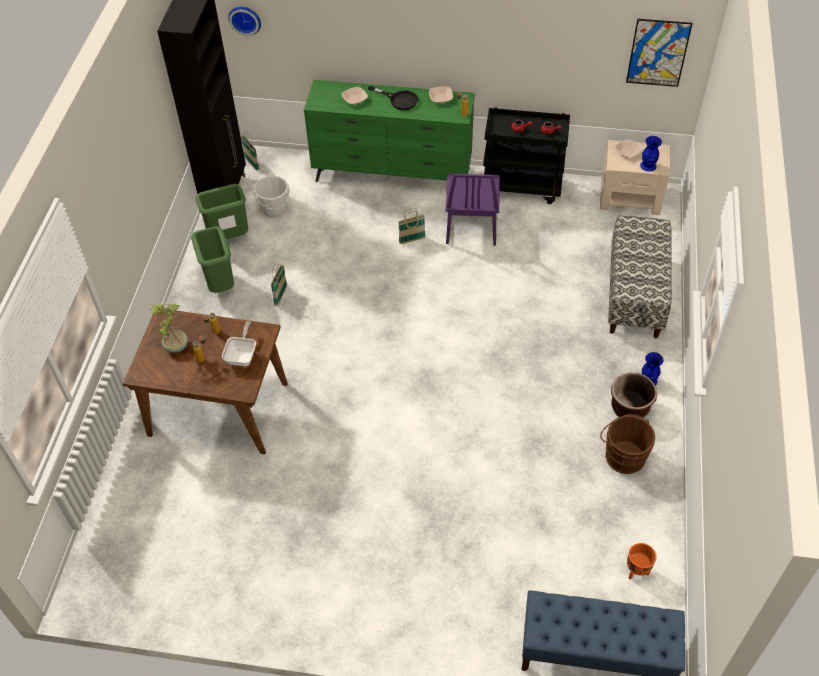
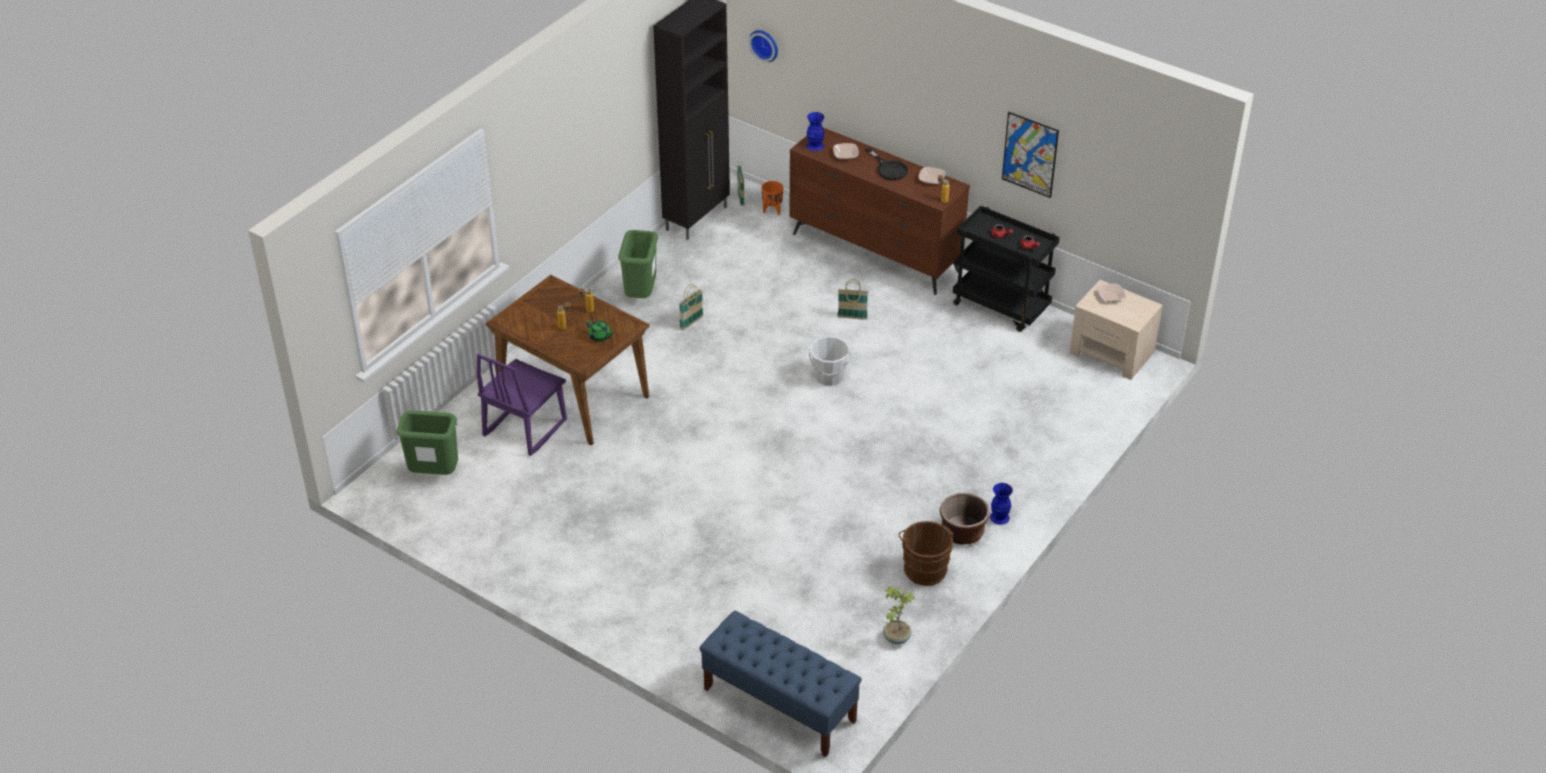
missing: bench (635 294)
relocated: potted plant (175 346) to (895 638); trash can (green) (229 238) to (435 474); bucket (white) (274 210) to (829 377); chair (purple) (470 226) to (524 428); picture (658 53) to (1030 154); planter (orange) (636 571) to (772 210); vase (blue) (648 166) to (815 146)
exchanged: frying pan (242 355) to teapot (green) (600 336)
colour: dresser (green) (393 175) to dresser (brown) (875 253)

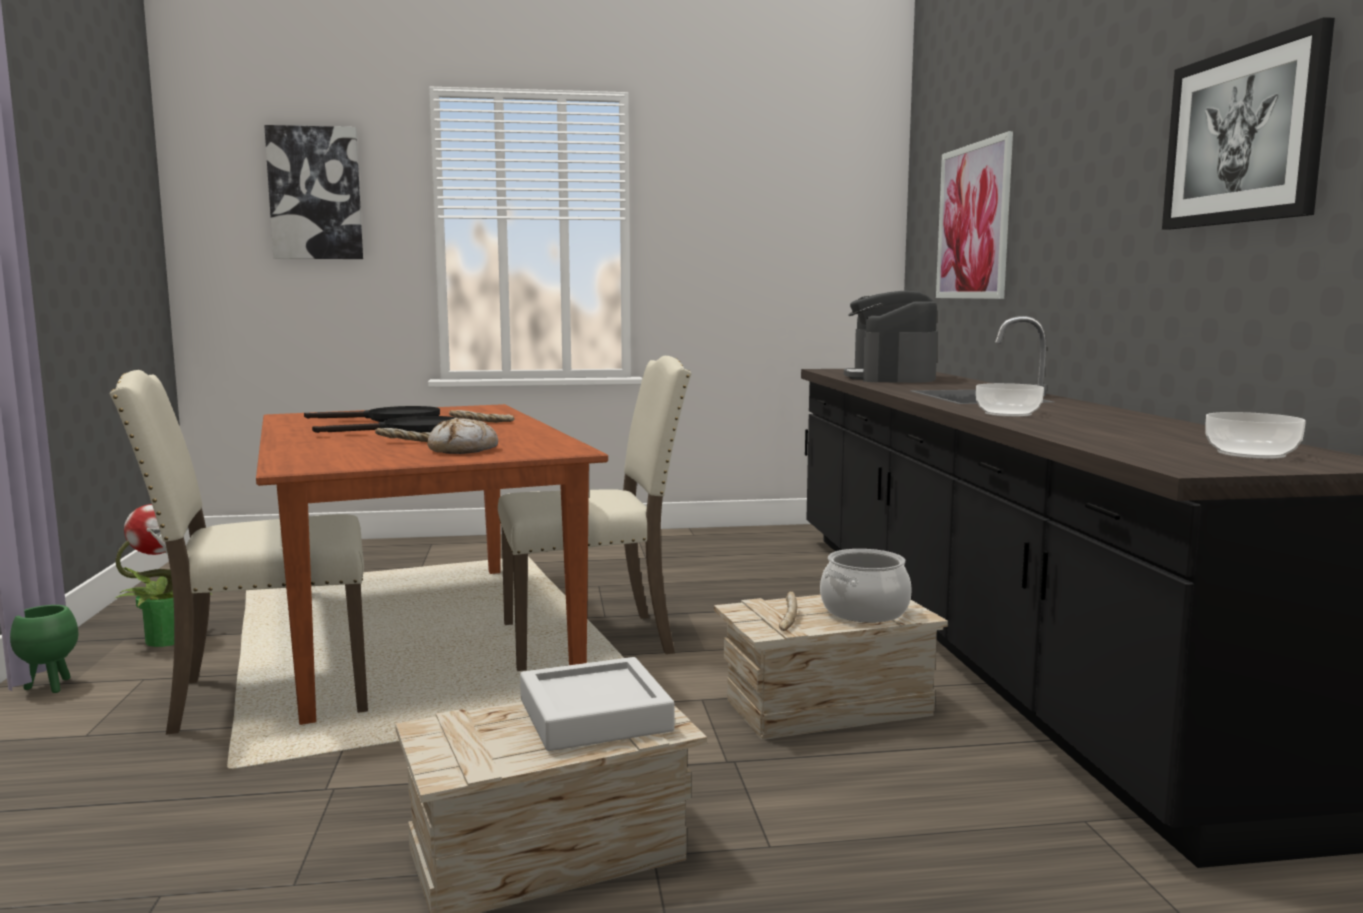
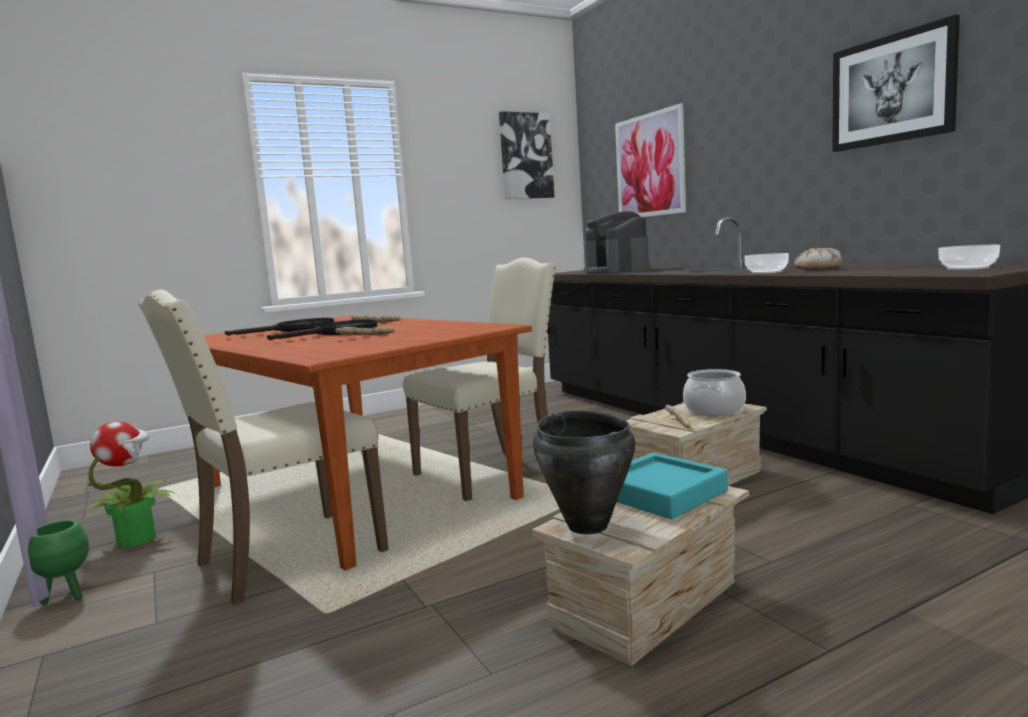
appeared: cooking pot (black) (588 525)
relocated: picture (315 193) to (526 156); bread (463 450) to (818 268)
colour: tray (grey) (594 715) to tray (turquoise) (662 494)

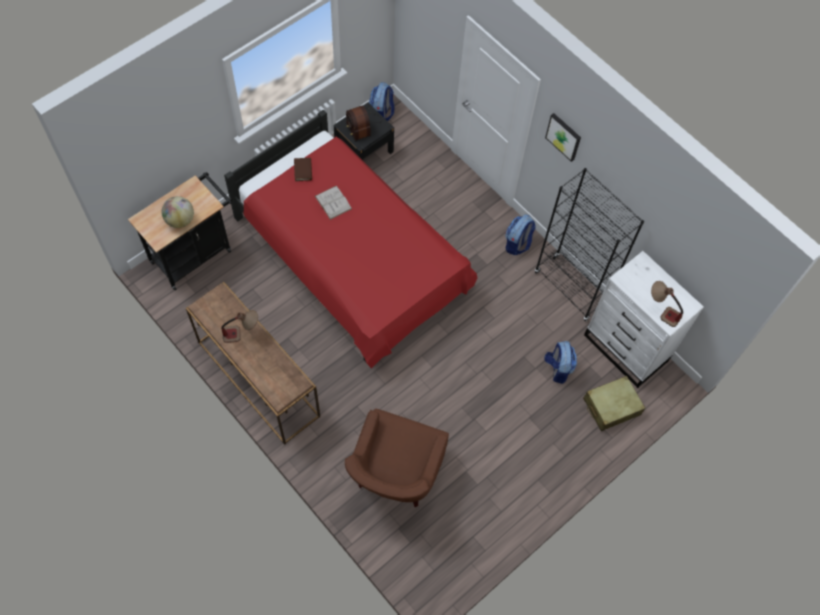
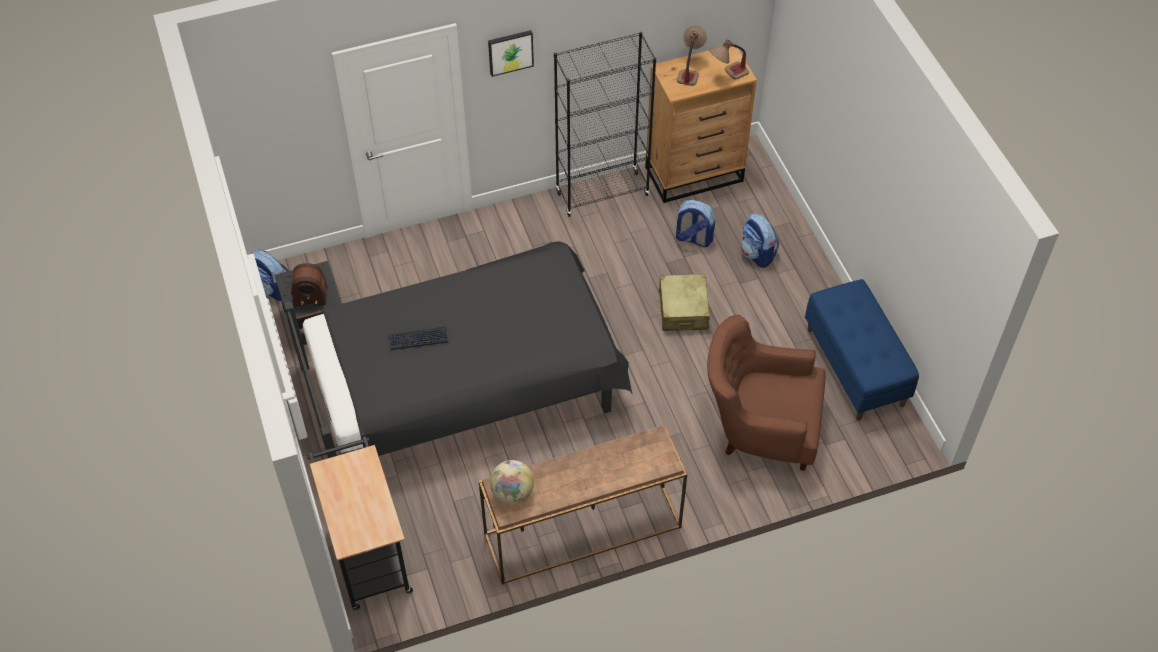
missing: book (brown) (303 170)
appeared: bench (blue) (855 367)
relocated: globe (180 220) to (512 493); table lamp (242 333) to (690 70); backpack (517 244) to (757 254); suitcase (beige) (611 407) to (683 310)
exchanged: book (white) (333 202) to keyboard (418 339)
colour: bed (red) (351 260) to bed (black) (465 384); dresser (white) (626 349) to dresser (brown) (695 174)
spun: armchair (brown) (395 474) = (760 427) 150 degrees clockwise

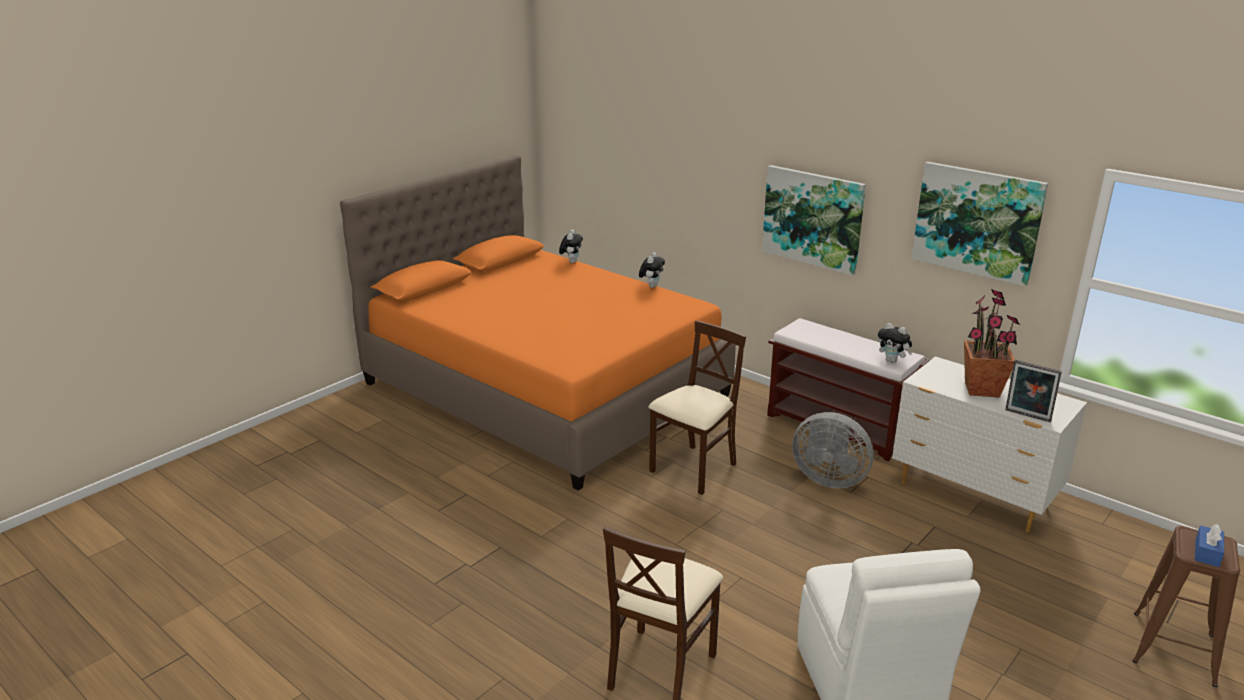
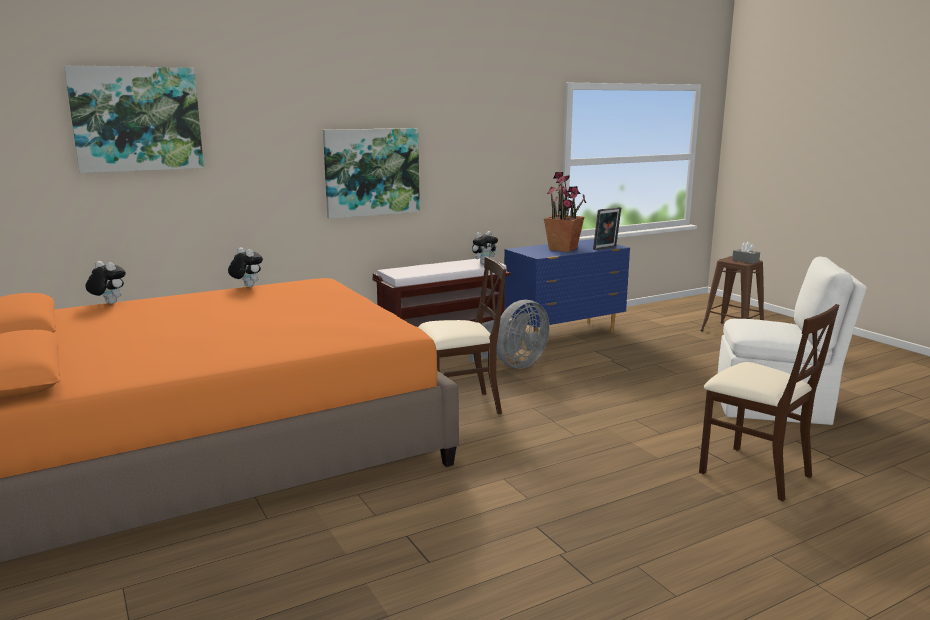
relocated: picture (977 222) to (137 119)
colour: dresser (white) (974 496) to dresser (blue) (565 334); tissue box (blue) (1207 553) to tissue box (grey) (745 261)
spun: chair (beige) (694 469) = (459 406) 105 degrees clockwise

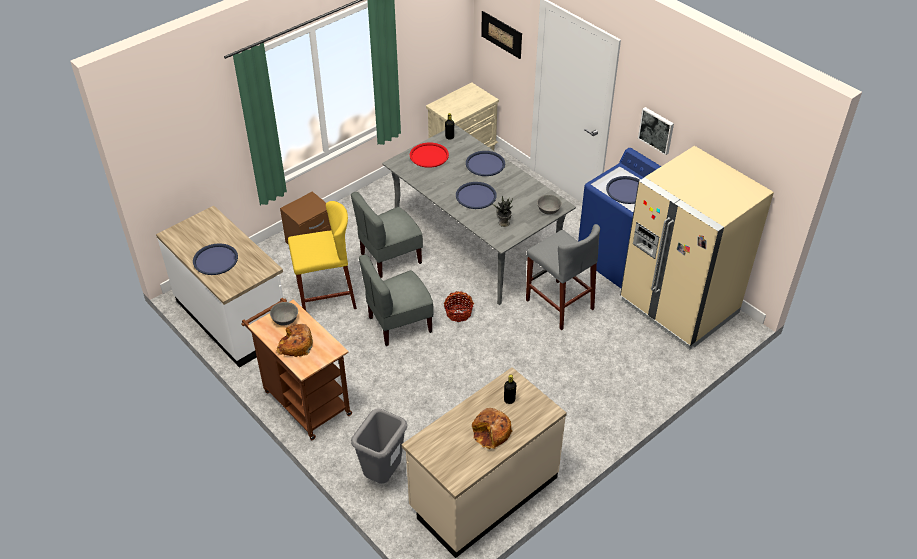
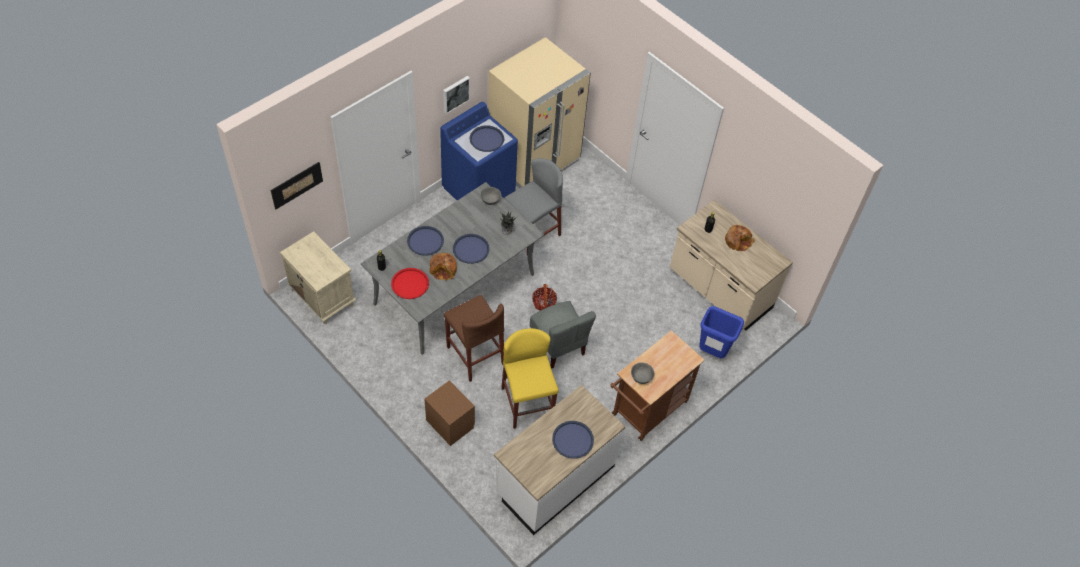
relocated: bread (295 345) to (443 269)
exchanged: chair (grey) (390 258) to stool (brown) (475 355)
colour: trash can (grey) (383 474) to trash can (blue) (712 352)

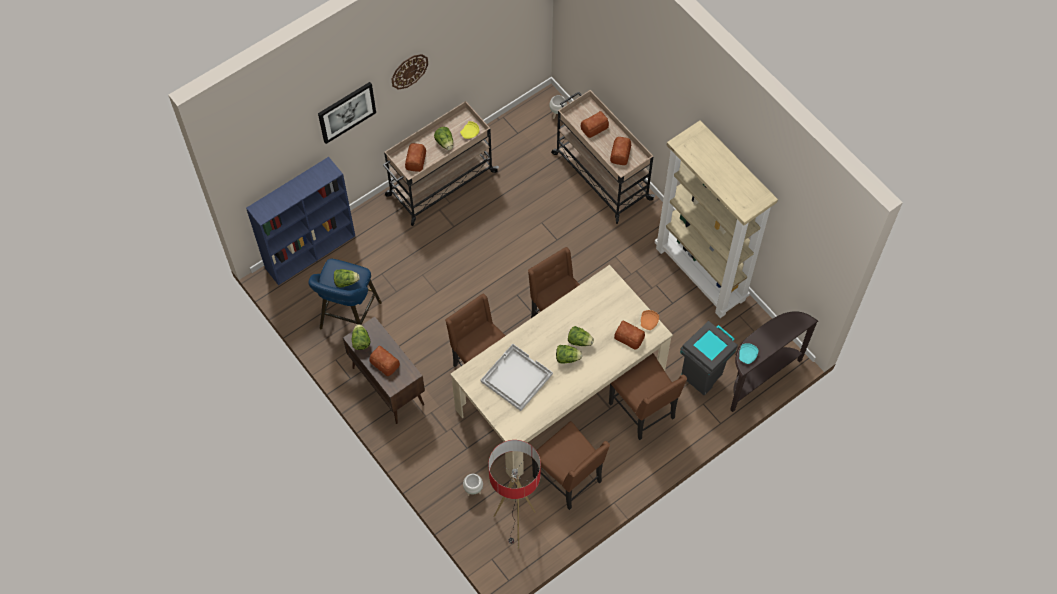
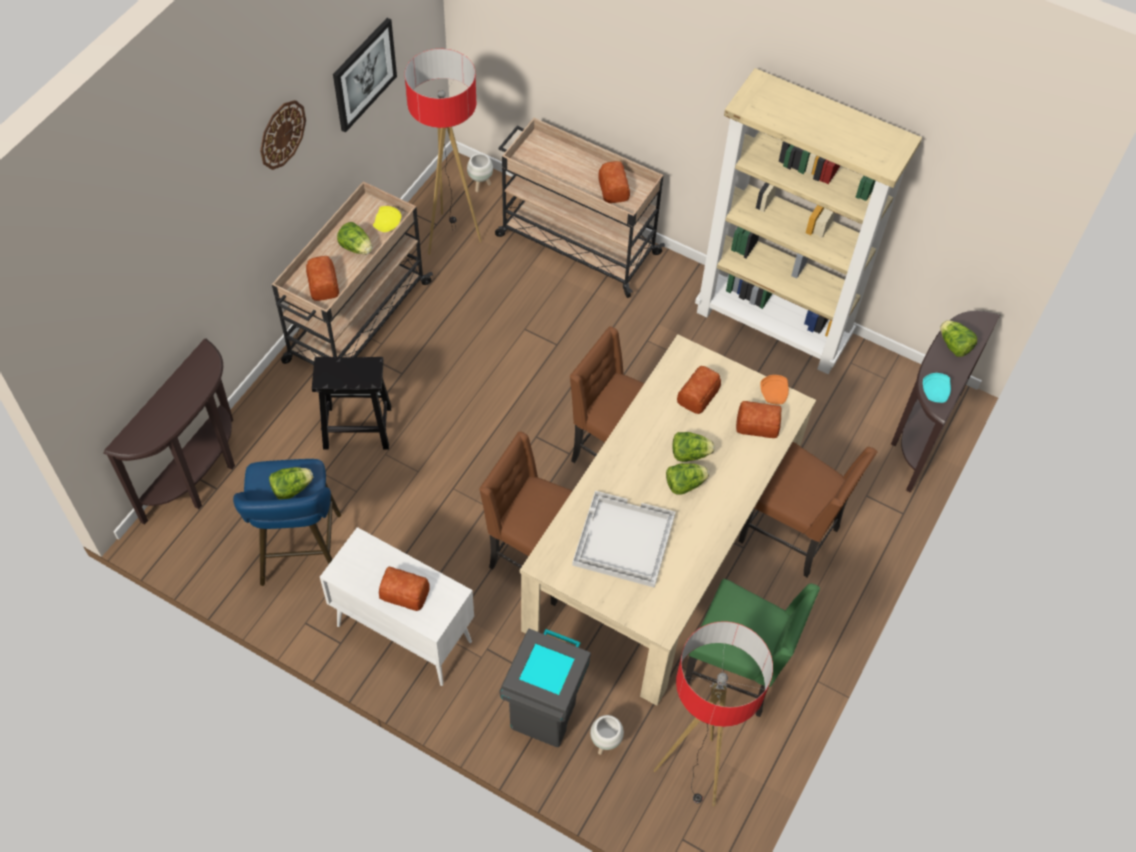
appeared: stool (black) (356 428); floor lamp (450 236)
relocated: picture (346 112) to (364 74); lettuce (360 341) to (954 345); bread (595 127) to (699 394); trash can (grey) (703 375) to (544 714)
exchanged: bookcase (blue) (311 251) to console table (brown) (201 477)
colour: cabinet (brown) (387 385) to cabinet (white) (403 633); chair (brown) (569 479) to chair (green) (737 671)

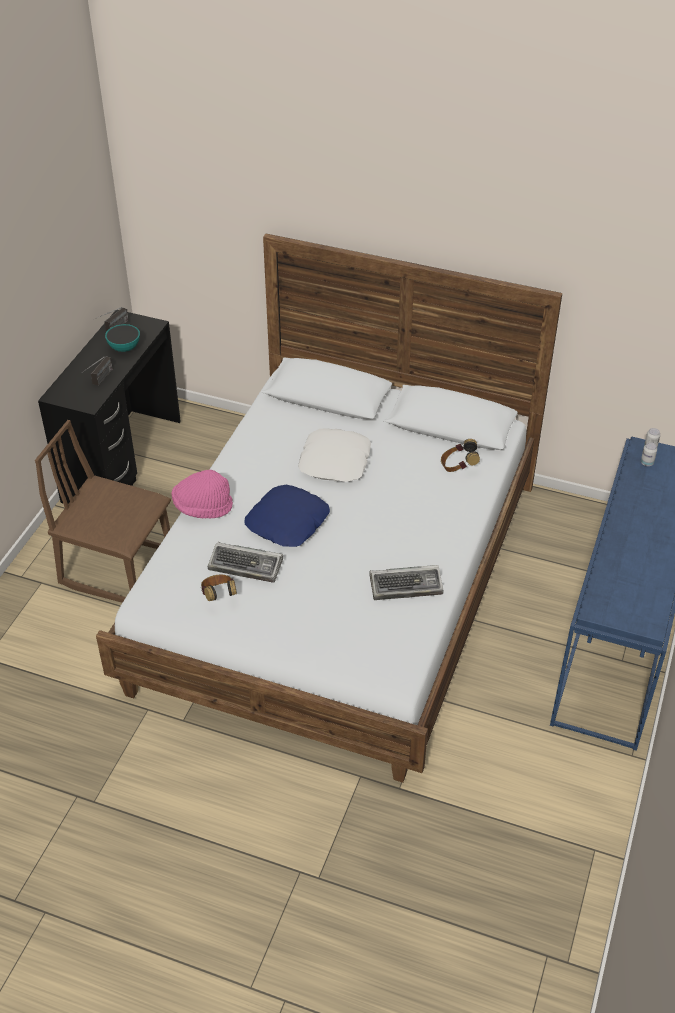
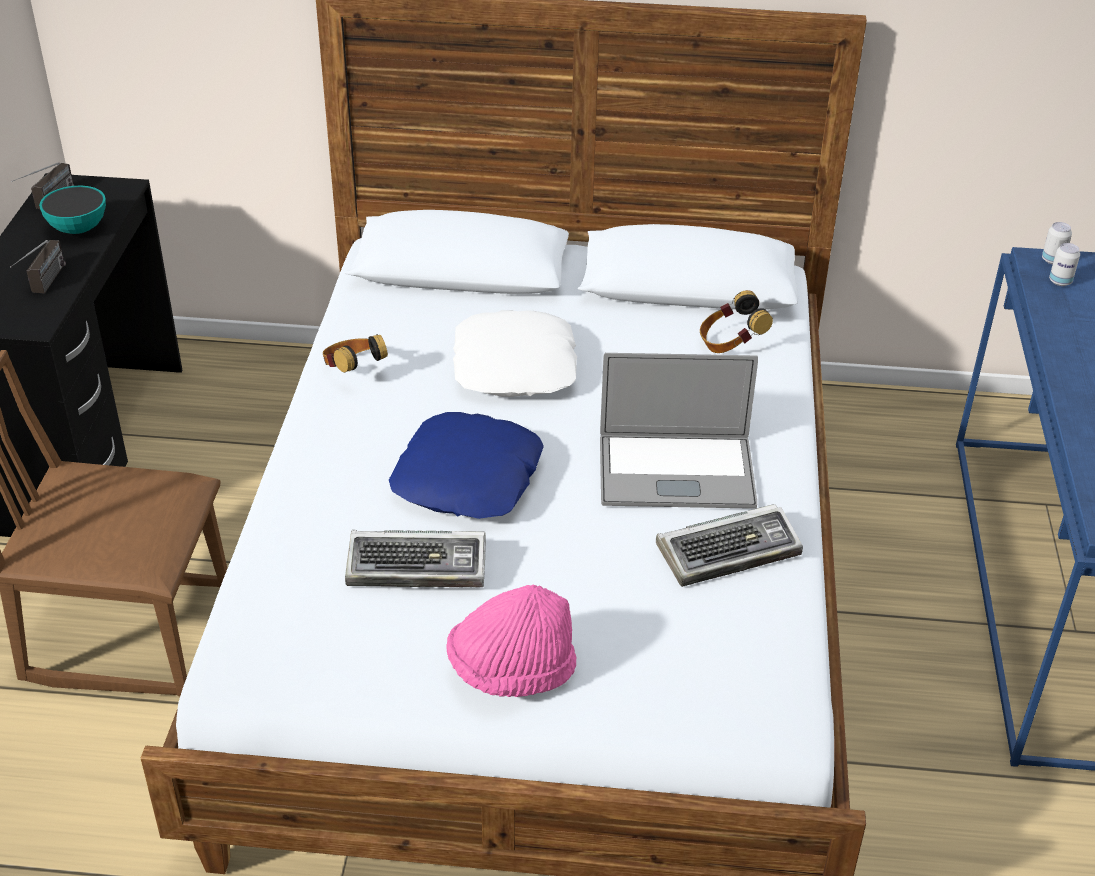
appeared: laptop (676 472)
relocated: hat (pink) (202 507) to (511 670); headphones (219 596) to (353 371)

